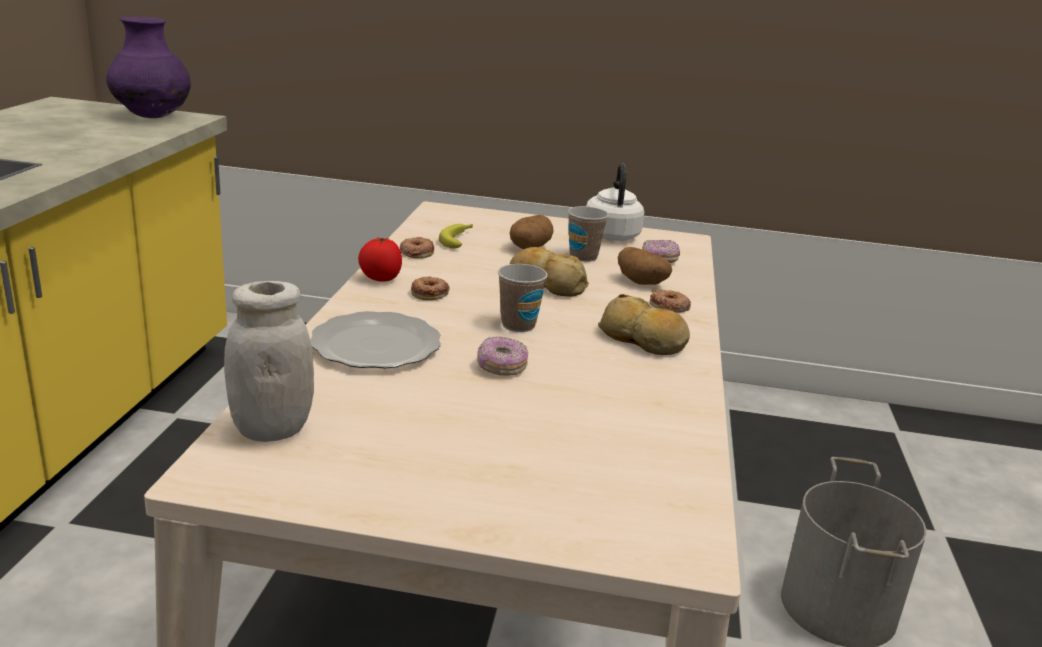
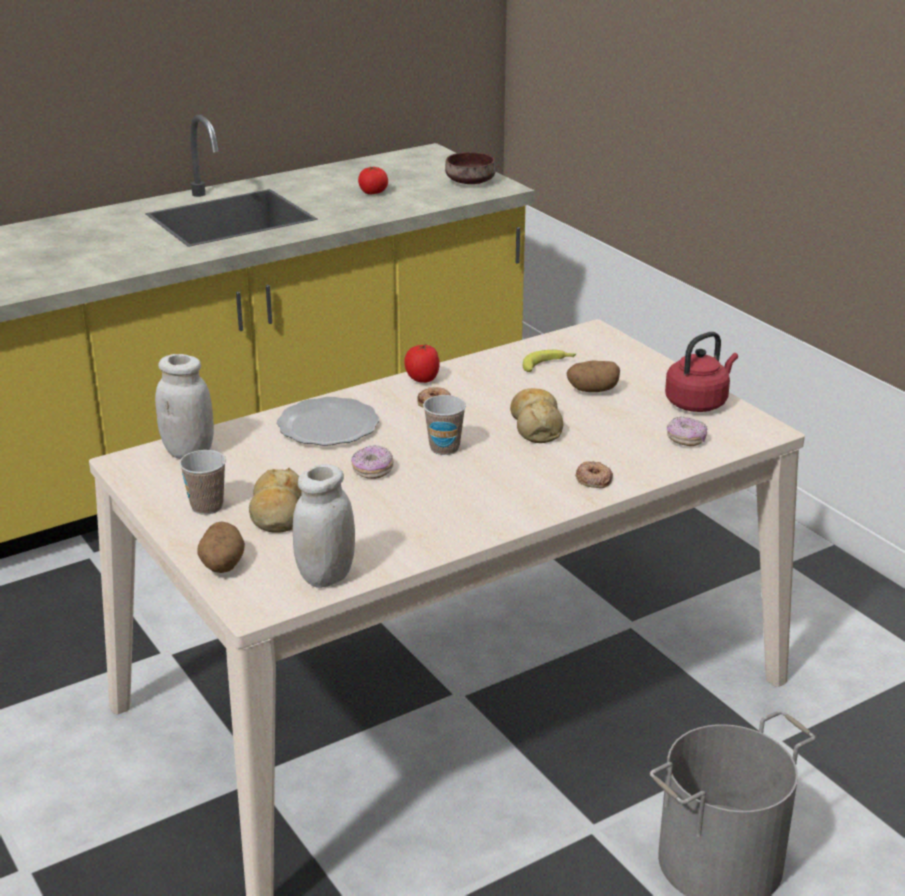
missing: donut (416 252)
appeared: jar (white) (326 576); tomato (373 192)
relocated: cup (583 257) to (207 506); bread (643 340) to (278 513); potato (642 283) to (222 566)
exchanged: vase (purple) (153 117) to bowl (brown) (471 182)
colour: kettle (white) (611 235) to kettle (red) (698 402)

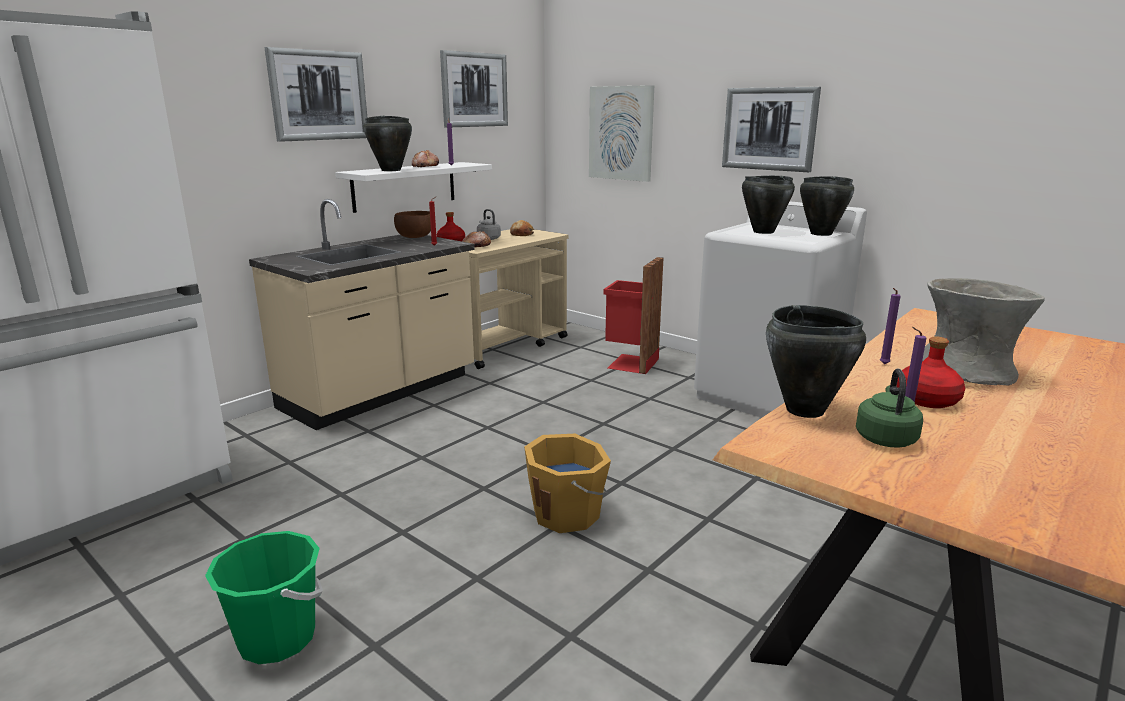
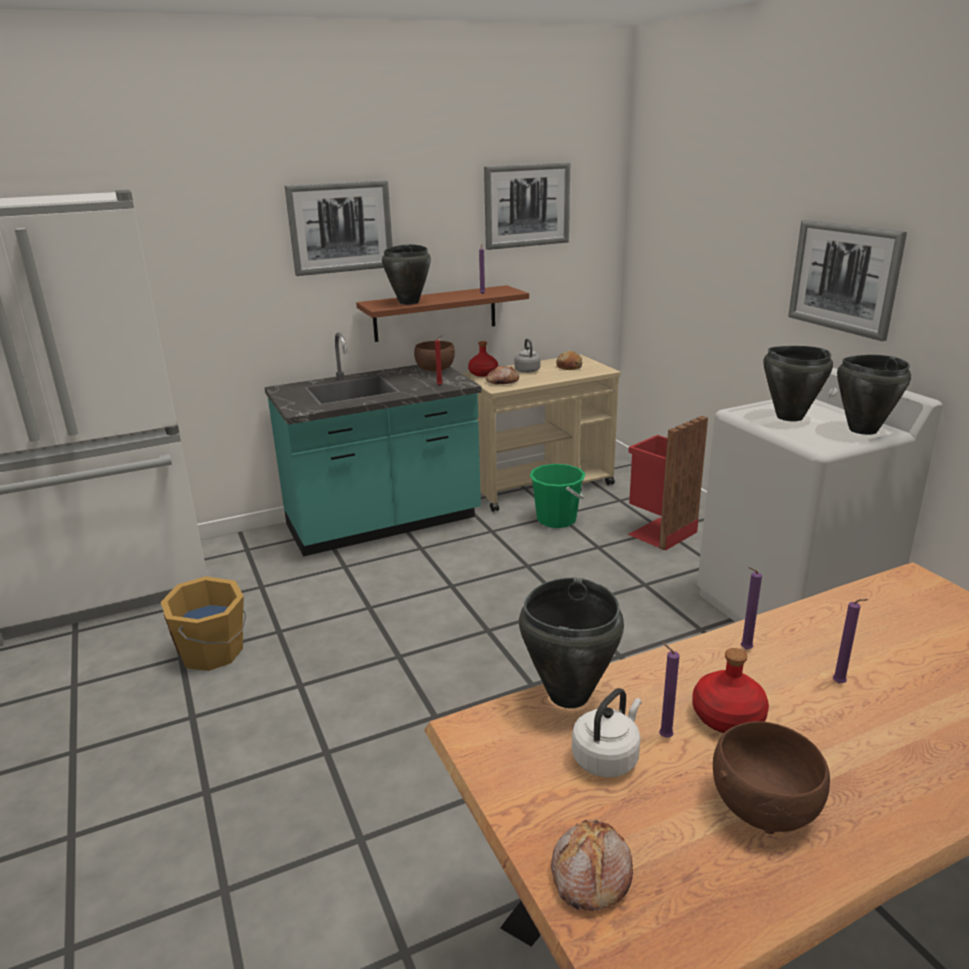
missing: picture (621 133)
appeared: bowl (brown) (763 805)
relocated: bucket (green) (277 638) to (557 520); bread (425 166) to (589 874); bucket (orange) (568 514) to (213 652)
exchanged: vase (grey) (966 371) to candle (purple) (840 684)
colour: counter (beige) (381 393) to counter (turquoise) (384 524); shelf (white) (405 186) to shelf (brown) (435 313); kettle (green) (885 438) to kettle (white) (607 757)

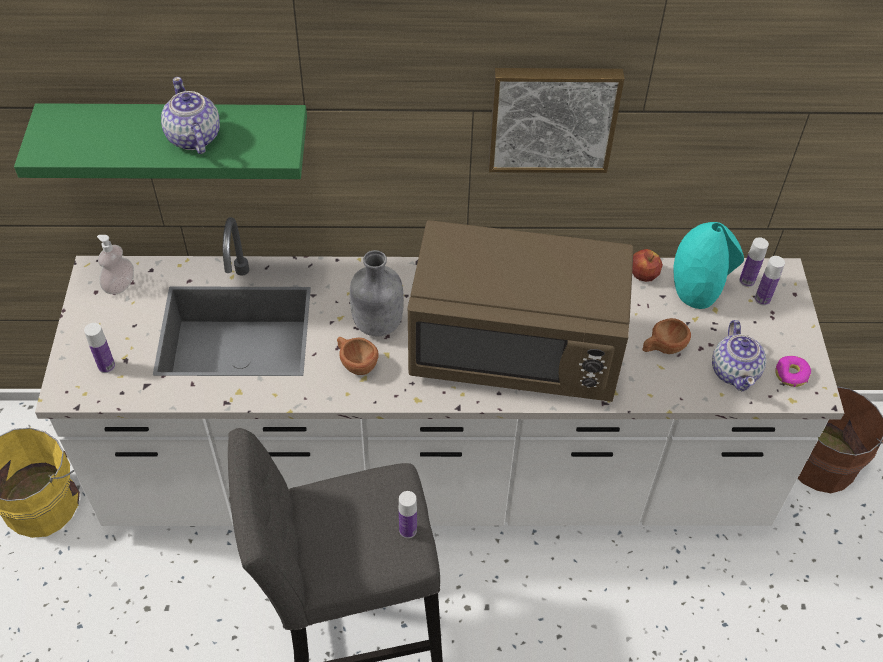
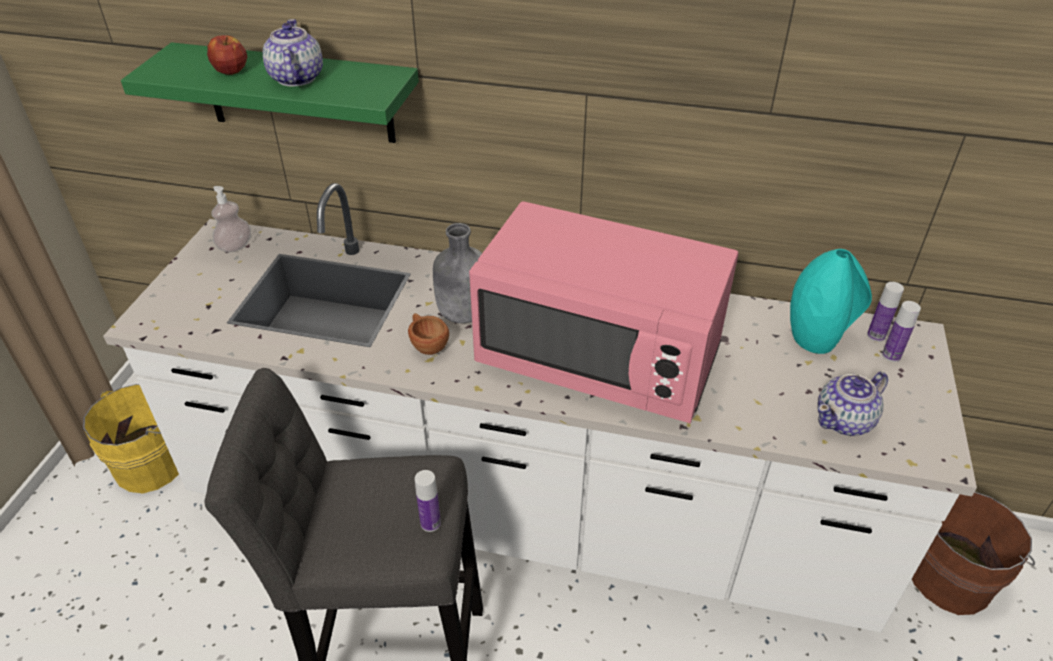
missing: bottle (106 366); picture (552 117); cup (brown) (662 348); donut (791 374)
relocated: apple (643 274) to (231 71)
colour: microwave (brown) (516 349) to microwave (pink) (599 359)
spun: teapot (735 371) = (845 420) 45 degrees clockwise

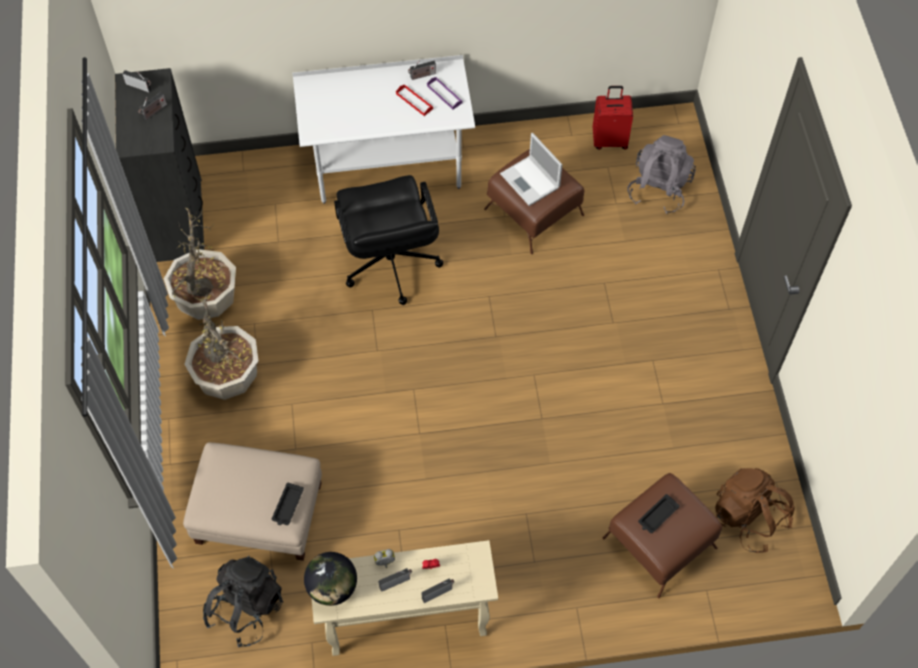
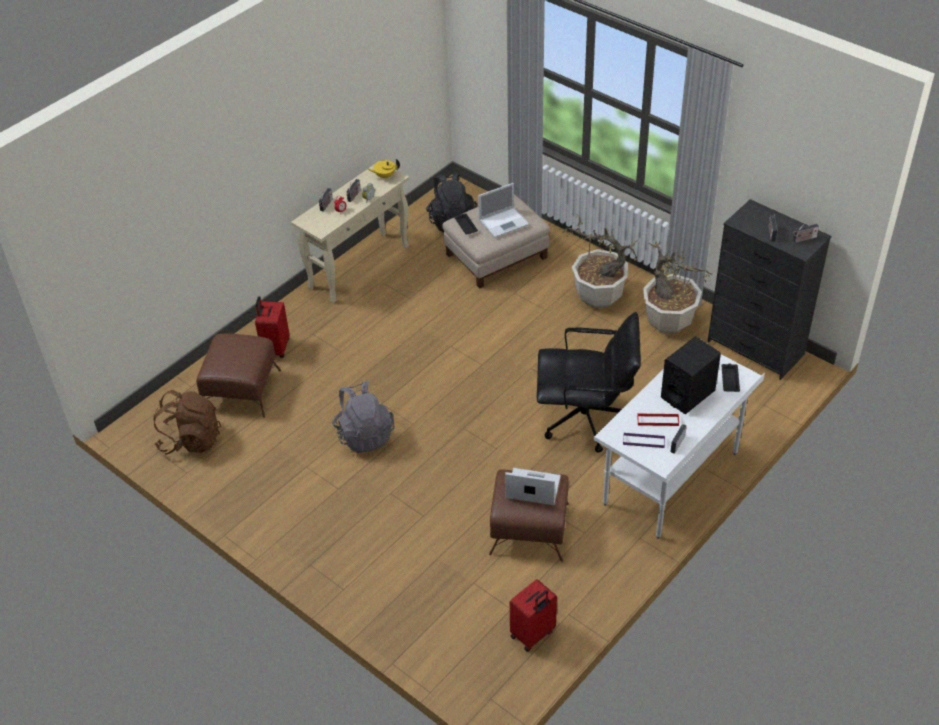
appeared: suitcase (red) (275 348); laptop (504 222); speaker (black) (688 394)
relocated: backpack (grey) (659 189) to (364 434); tray (black) (657 515) to (730 379)
exchanged: globe (332 587) to teapot (yellow) (385 176)
spun: office chair (black) (390 265) = (586 420) 150 degrees clockwise

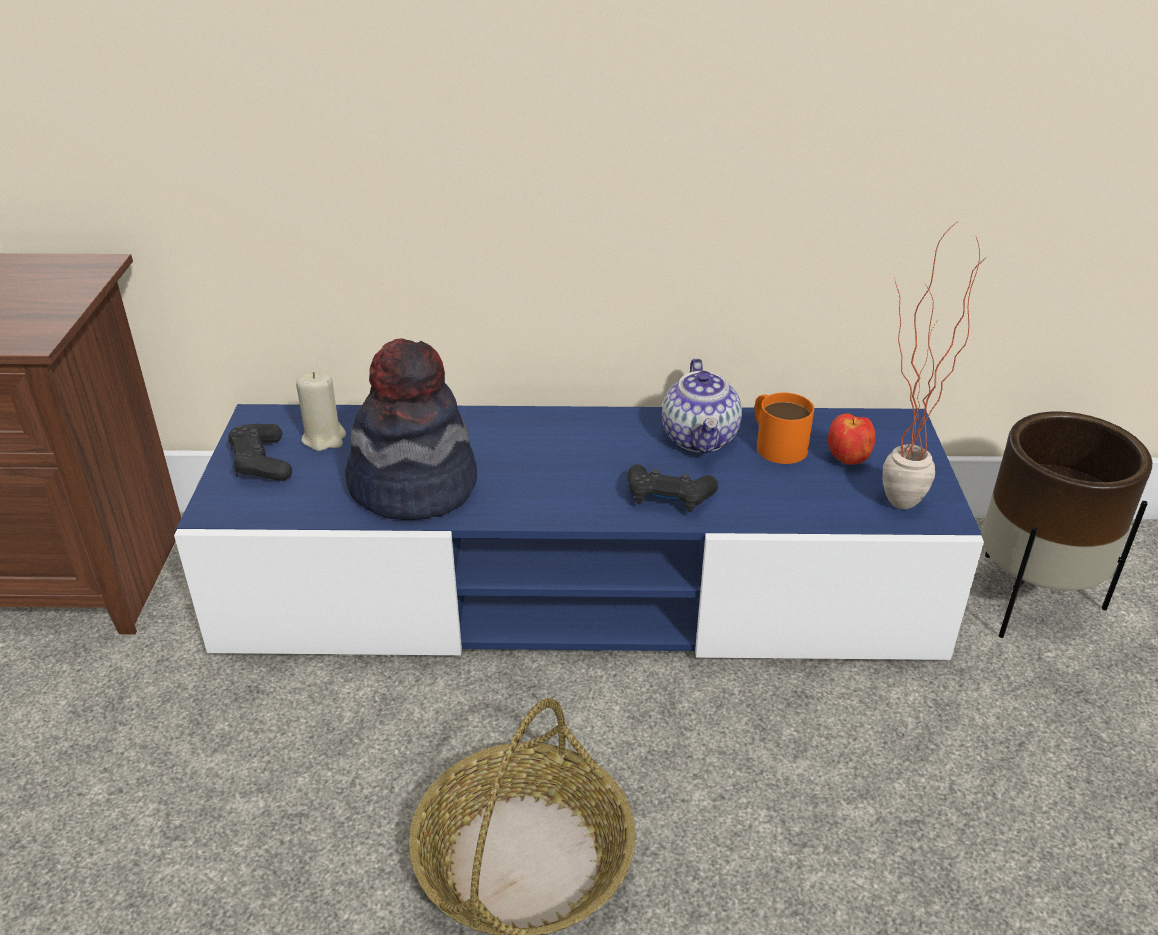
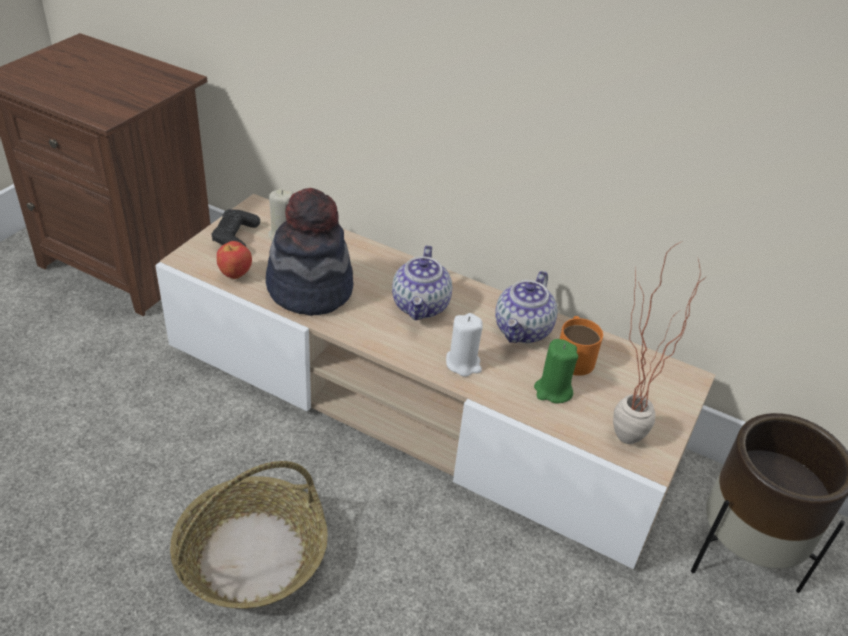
appeared: teapot (421 306); candle (green) (553 391)
relocated: apple (848 460) to (235 275)
exchanged: game controller (black) (668 498) to candle (white) (463 363)
colour: tv stand (blue) (579 589) to tv stand (beige) (416 401)

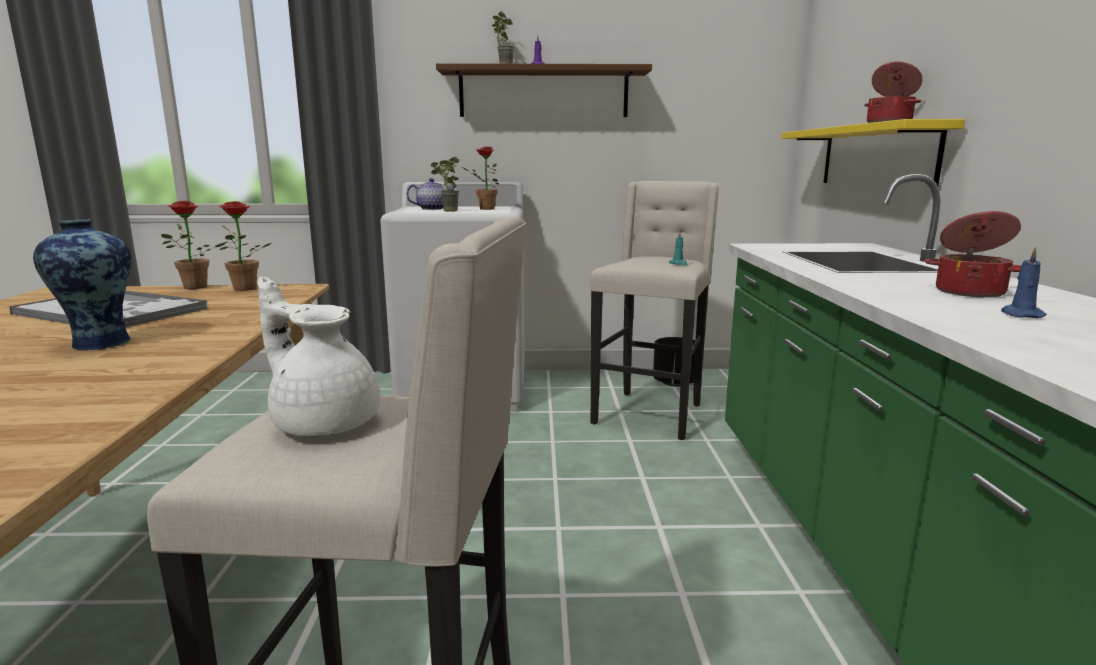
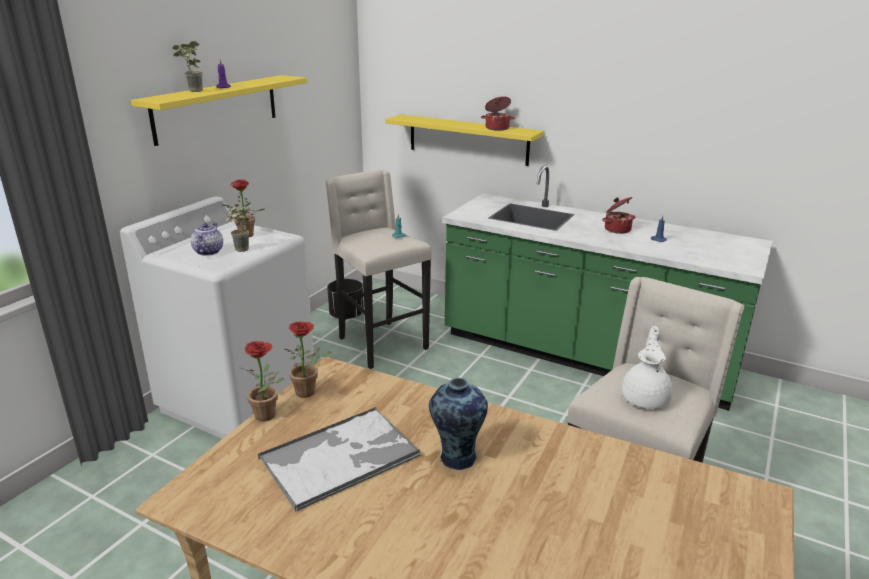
colour: shelf (brown) (543 93) to shelf (yellow) (217 108)
spun: teapot (white) (324 422) = (646 397) 135 degrees clockwise

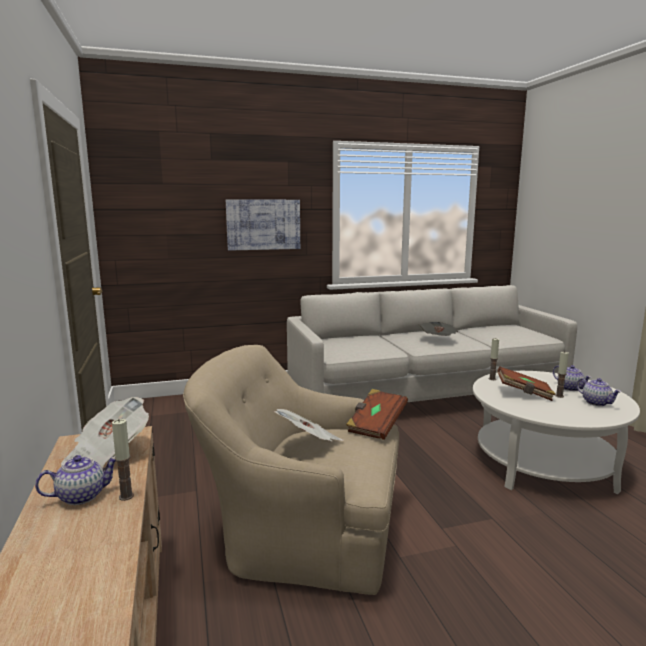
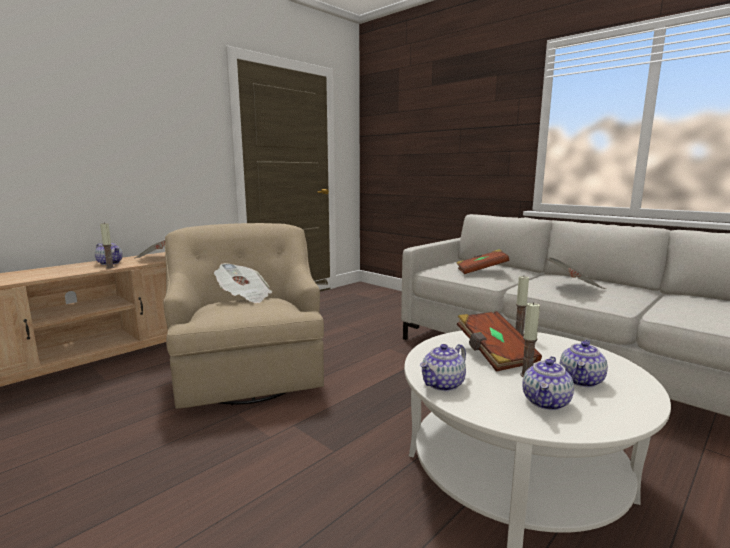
missing: picture (263 224)
appeared: teapot (443 384)
relocated: book (brown) (376 425) to (481 271)

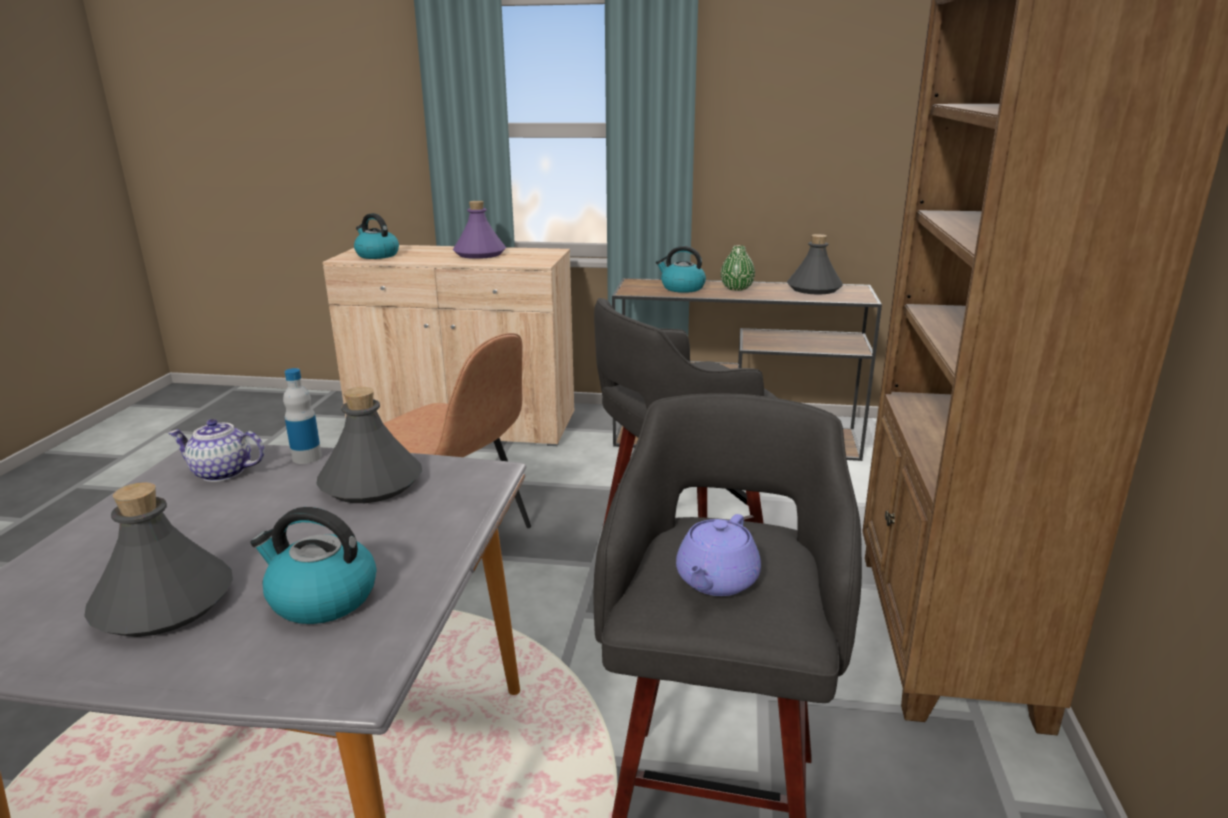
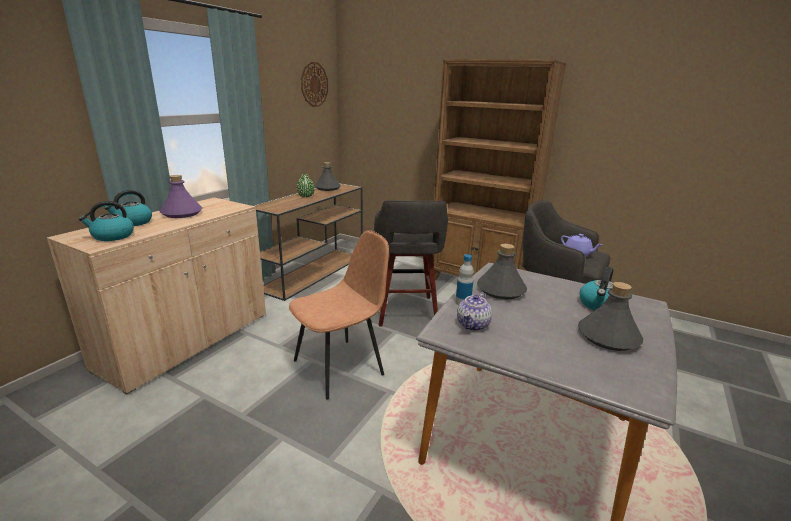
appeared: wall clock (314 84)
relocated: kettle (682 288) to (133 222)

